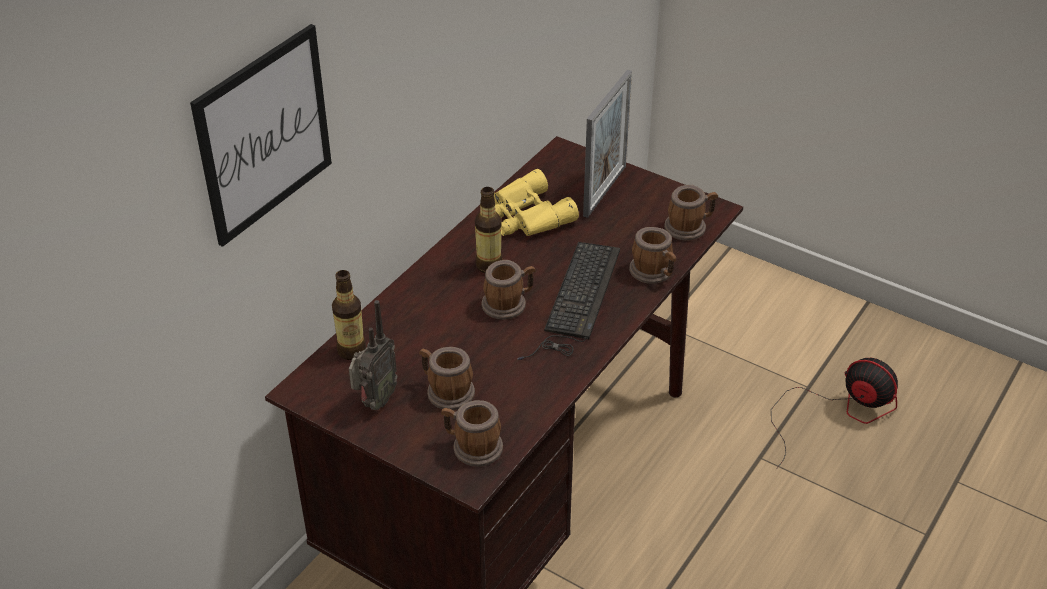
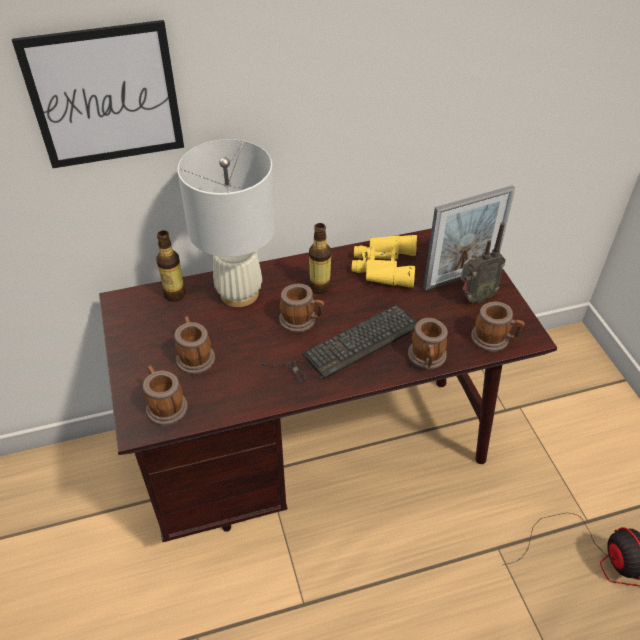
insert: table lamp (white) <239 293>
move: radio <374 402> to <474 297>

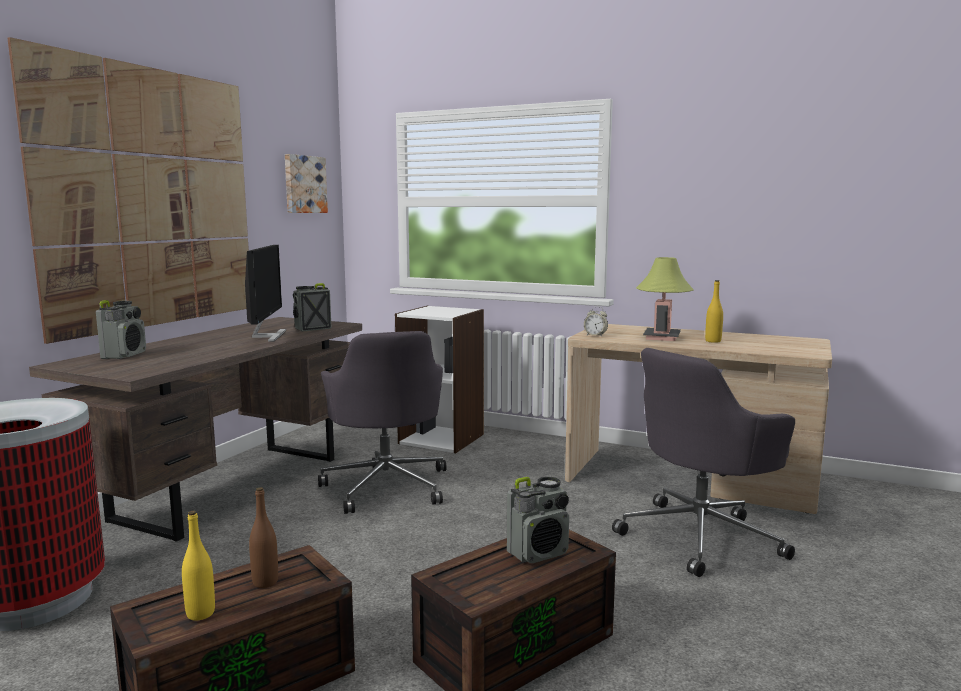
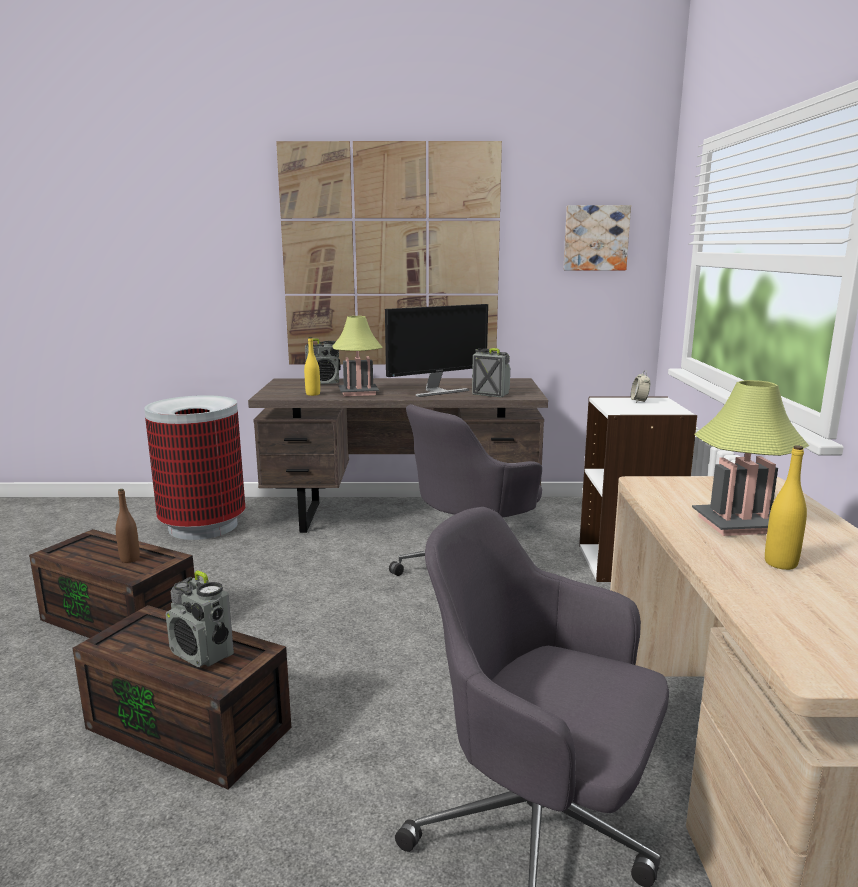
insert: table lamp <358 392>
move: bottle (yellow) <200 613> to <313 394>; alarm clock <595 335> to <639 401>

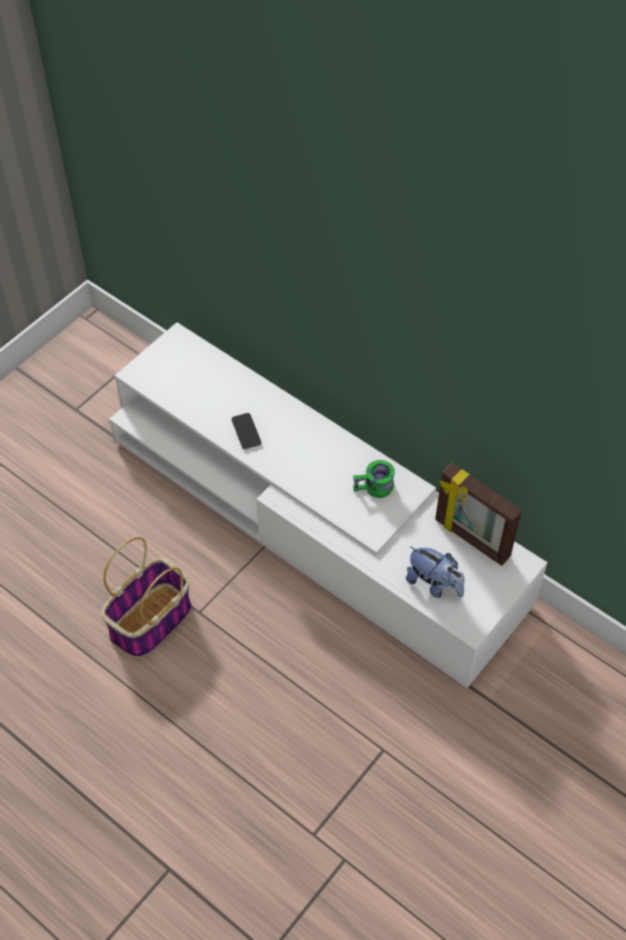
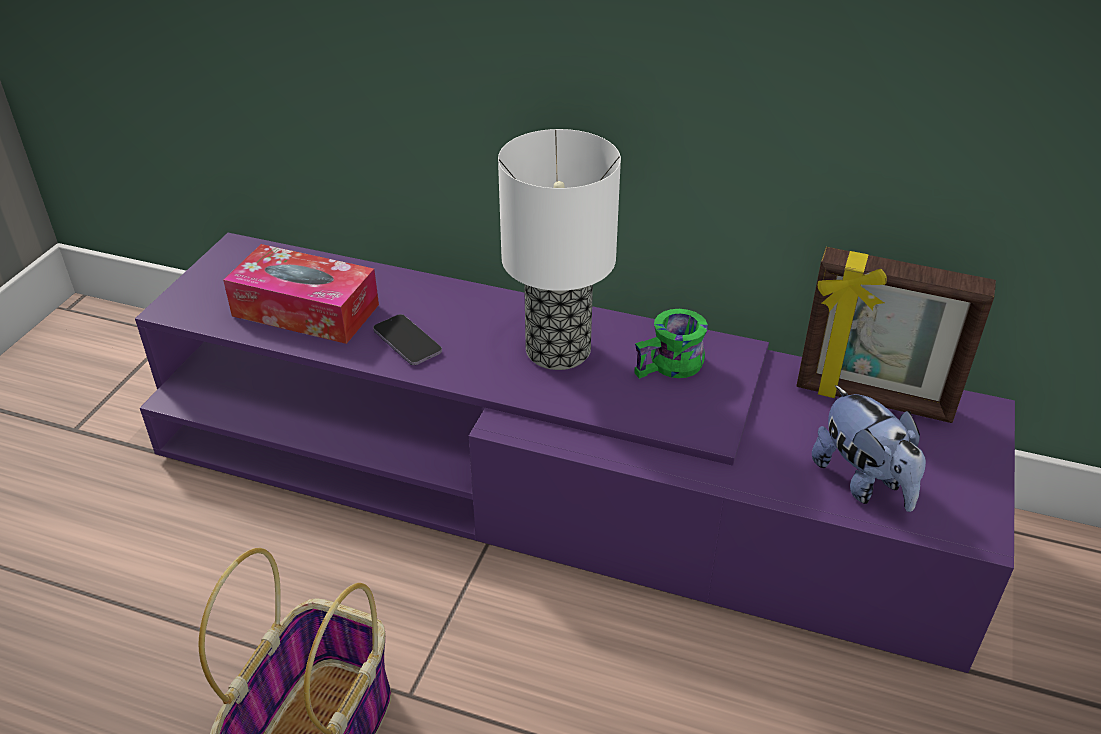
insert: tissue box <305 310>; table lamp <556 349>
recolor: tv stand (white) <313 519> to tv stand (purple) <550 483>
rotate: plush toy <434 584> = <863 482> 45 degrees clockwise

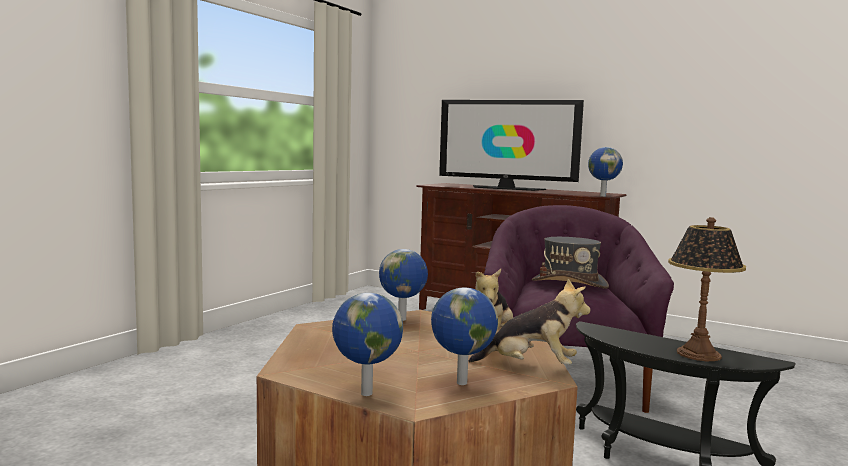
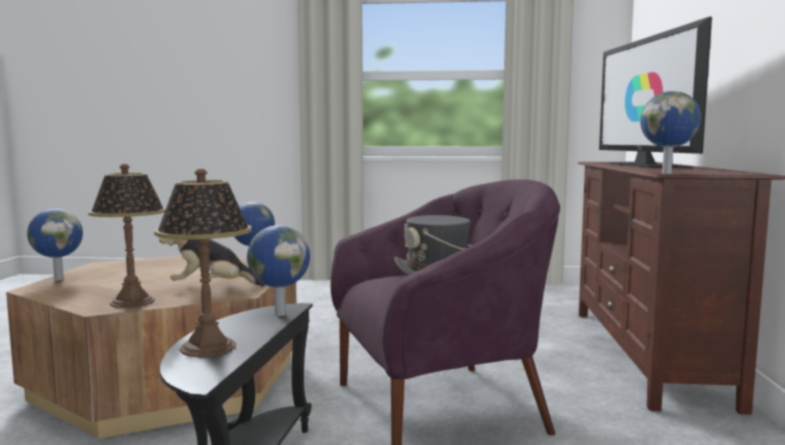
move: globe <460 383> to <279 314>
replace: plush toy <530 367> to table lamp <133 302>

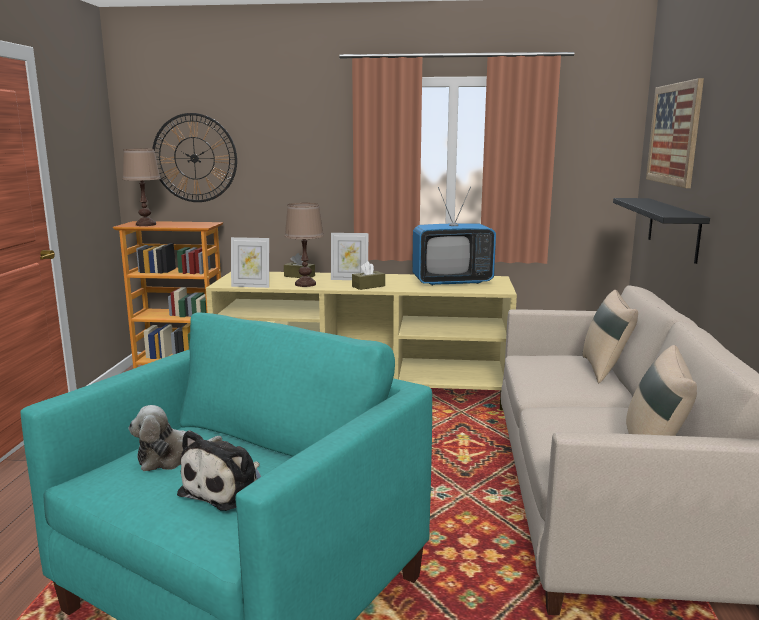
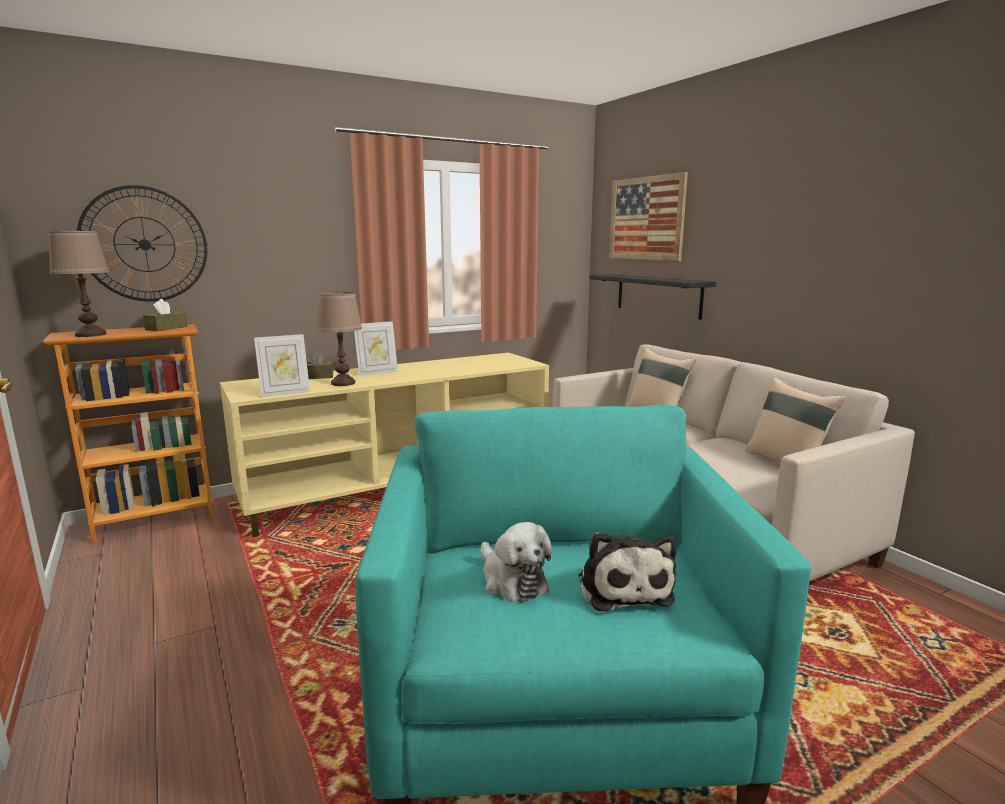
delete: television <452 282>
move: tissue box (brown) <368 286> to <166 328>
rotate: plush toy <172 457> = <511 581> 60 degrees counterclockwise

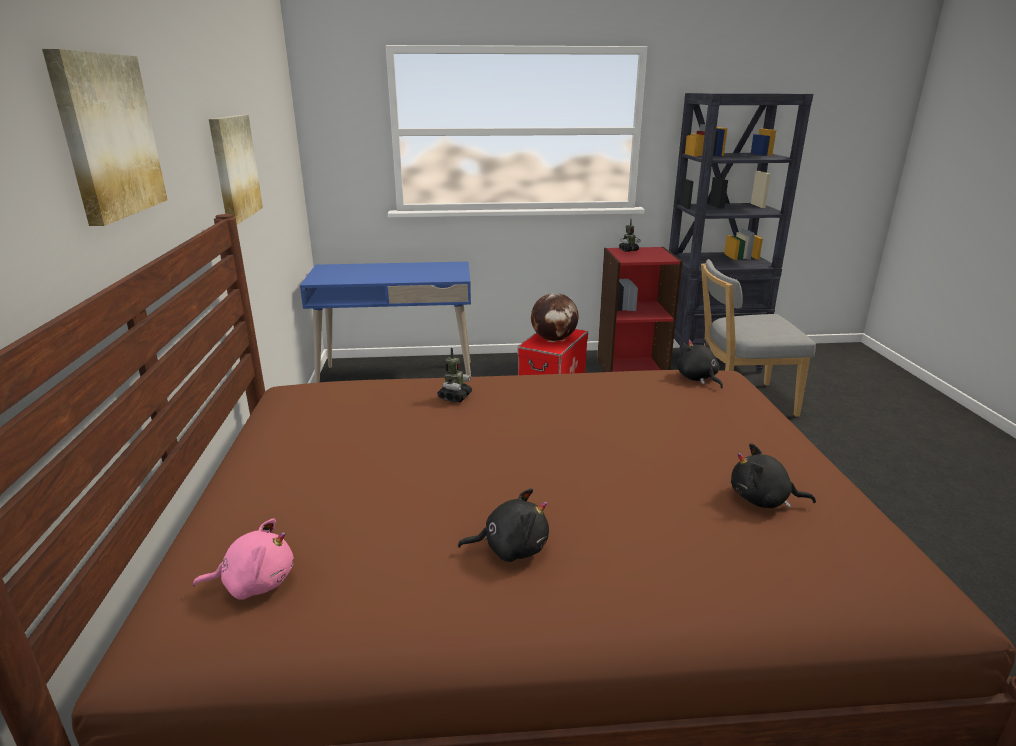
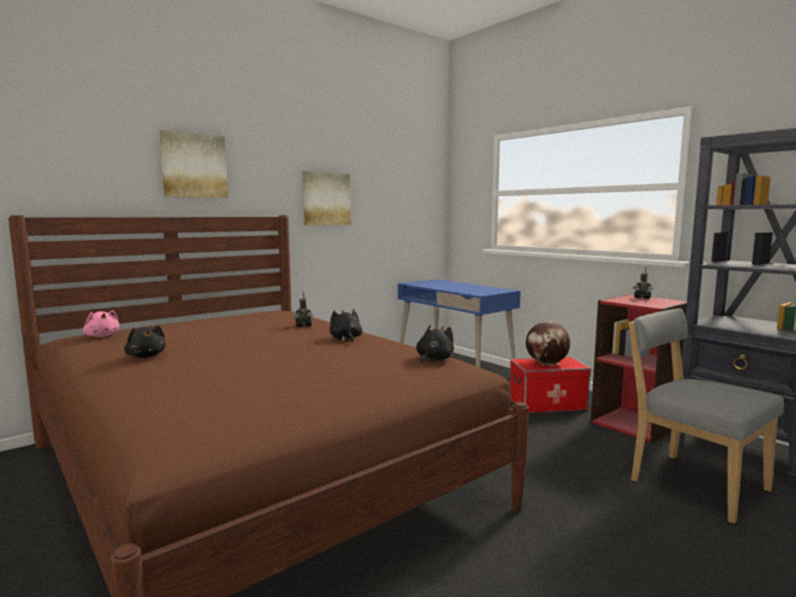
move: plush toy (black) <763 500> to <346 339>

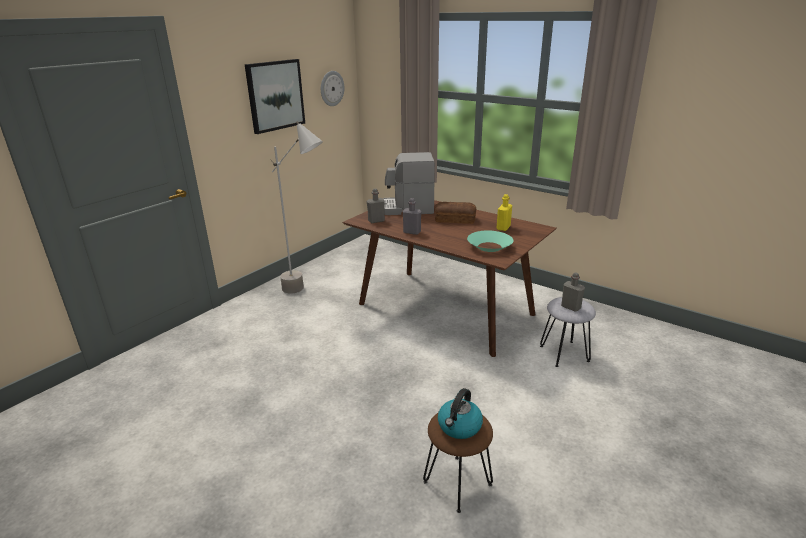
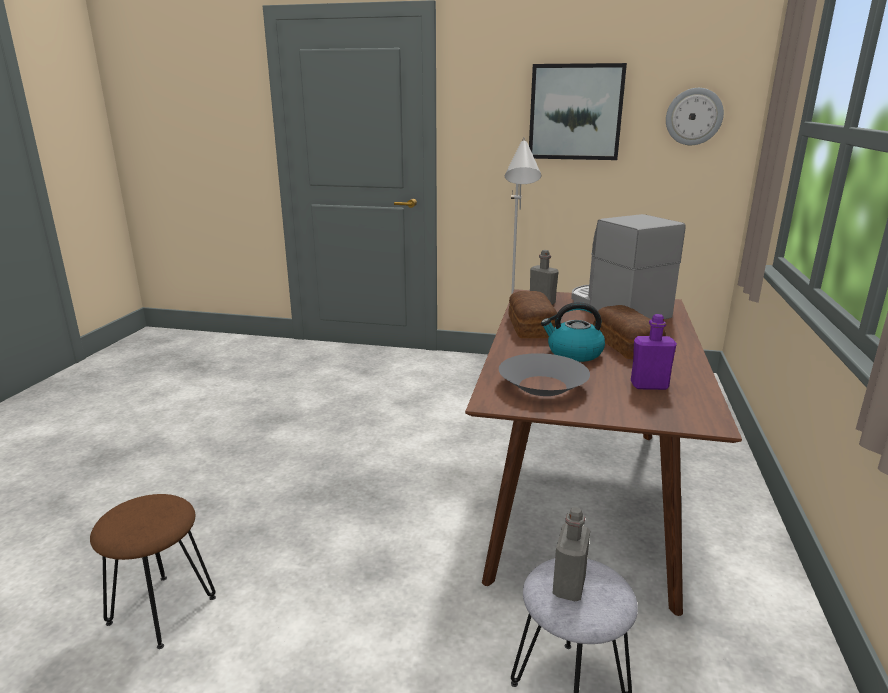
move: kettle <459 427> to <574 353>
replace: bottle (grey) <412 232> to bread <530 327>
recolor: bowl (turquoise) <489 247> to bowl (grey) <542 385>; bottle (yellow) <503 228> to bottle (purple) <649 385>

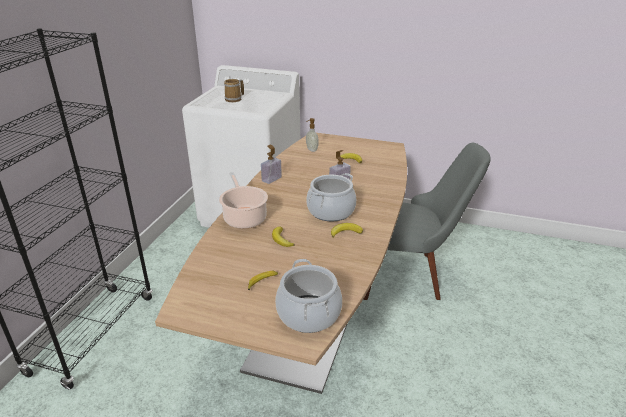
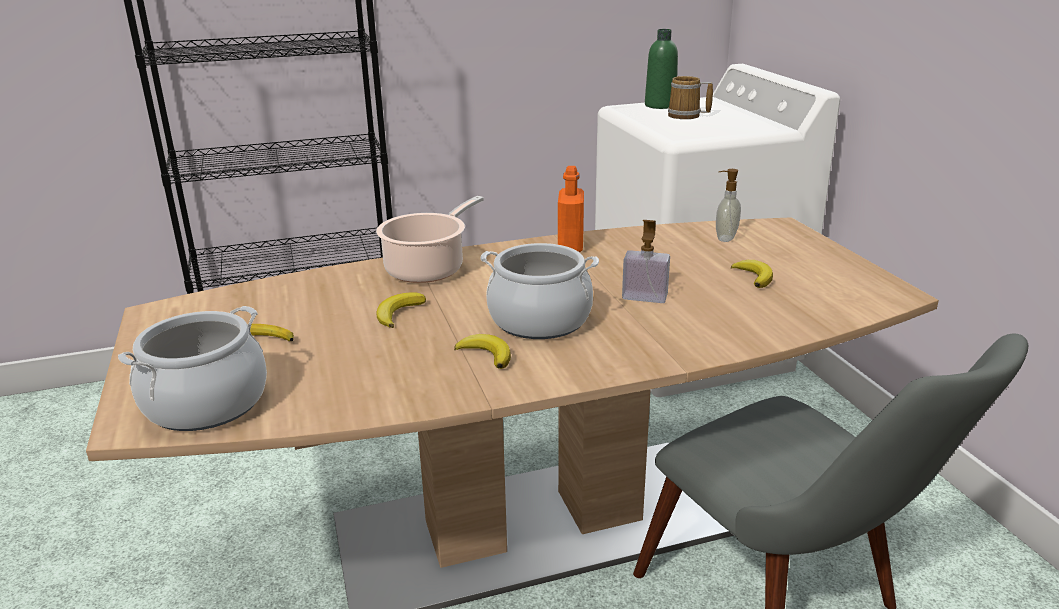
insert: bottle (green) <660 105>
replace: soap dispenser <271 179> to bottle (orange) <570 246>

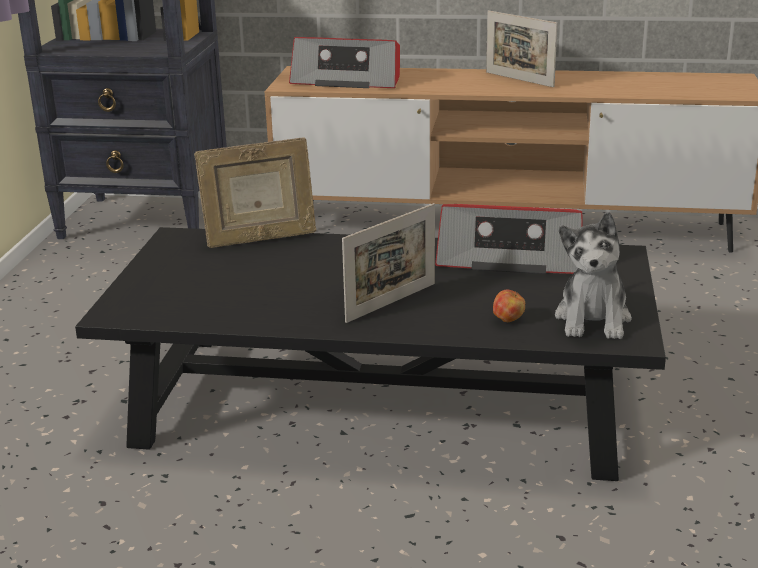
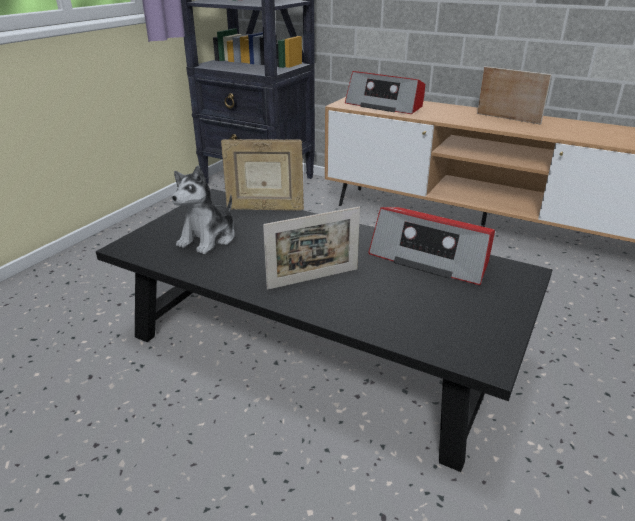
delete: apple <508 319>
move: plush toy <593 319> to <209 239>
rotate: picture frame <519 79> = <508 118> 150 degrees clockwise

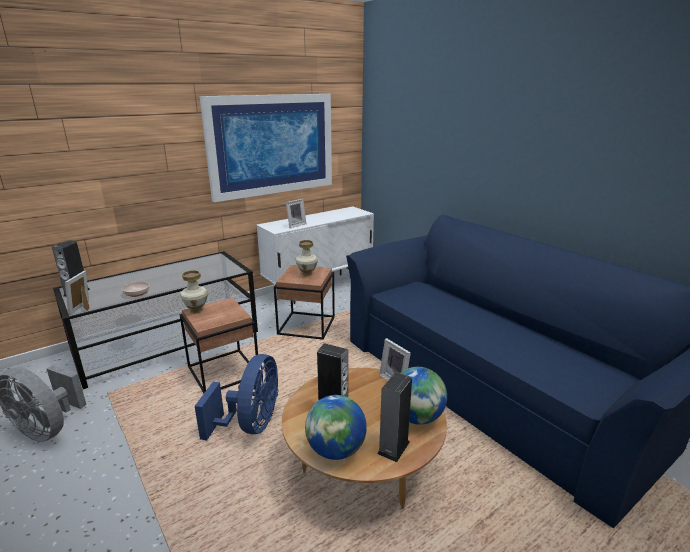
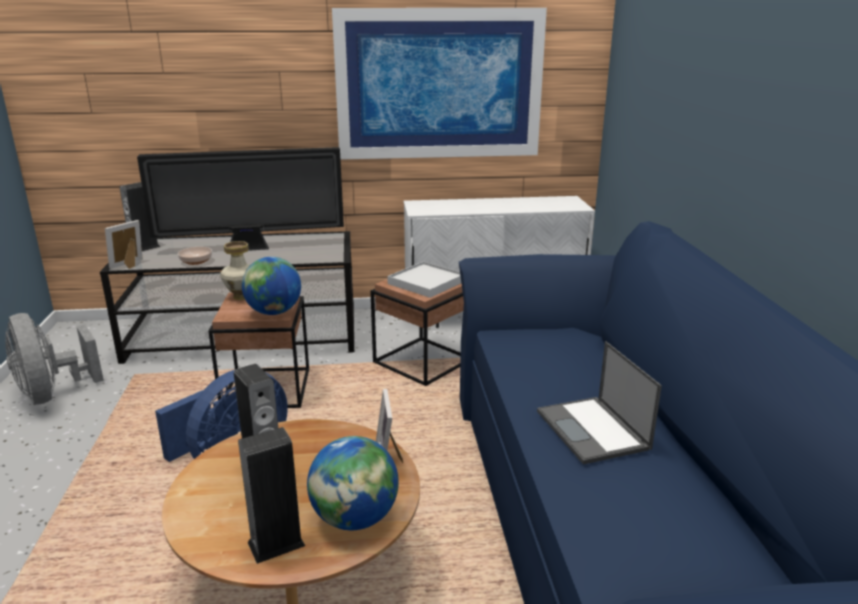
delete: picture frame <295 225>
insert: television <251 248>; laptop <593 430>
move: globe <336 450> to <274 312>
replace: vase <307 274> to tray (white) <426 282>

